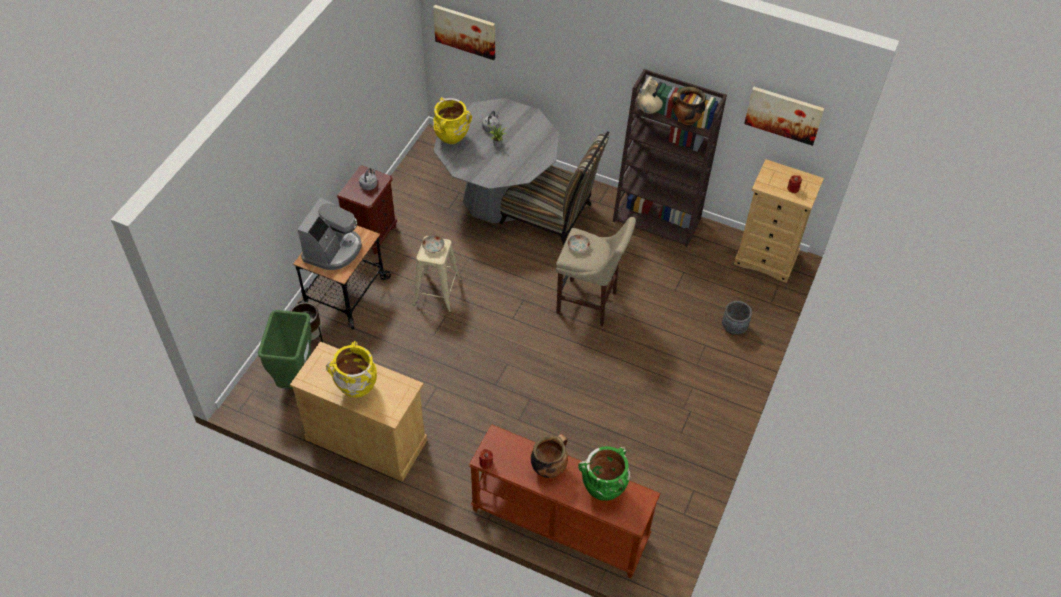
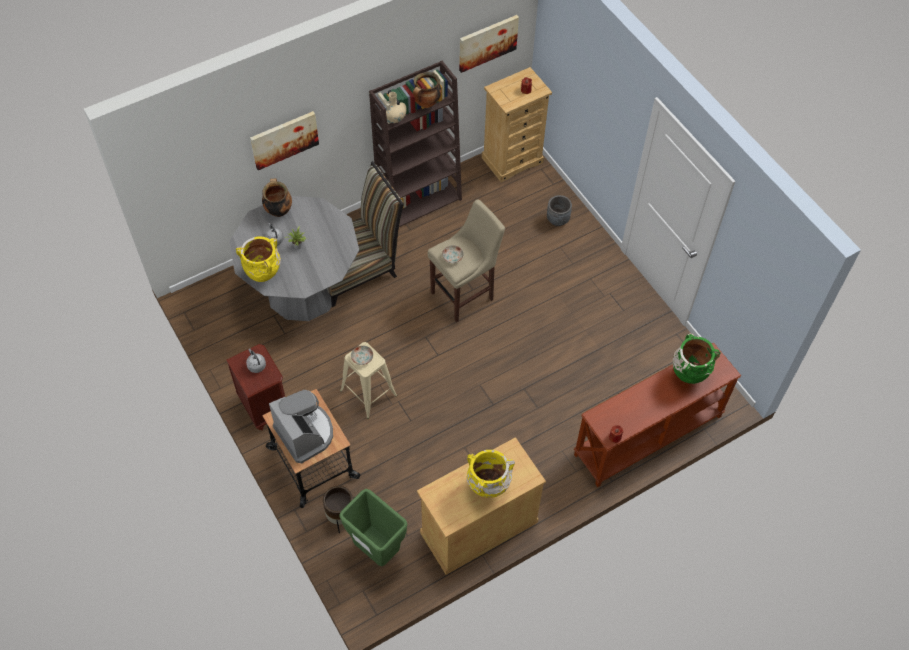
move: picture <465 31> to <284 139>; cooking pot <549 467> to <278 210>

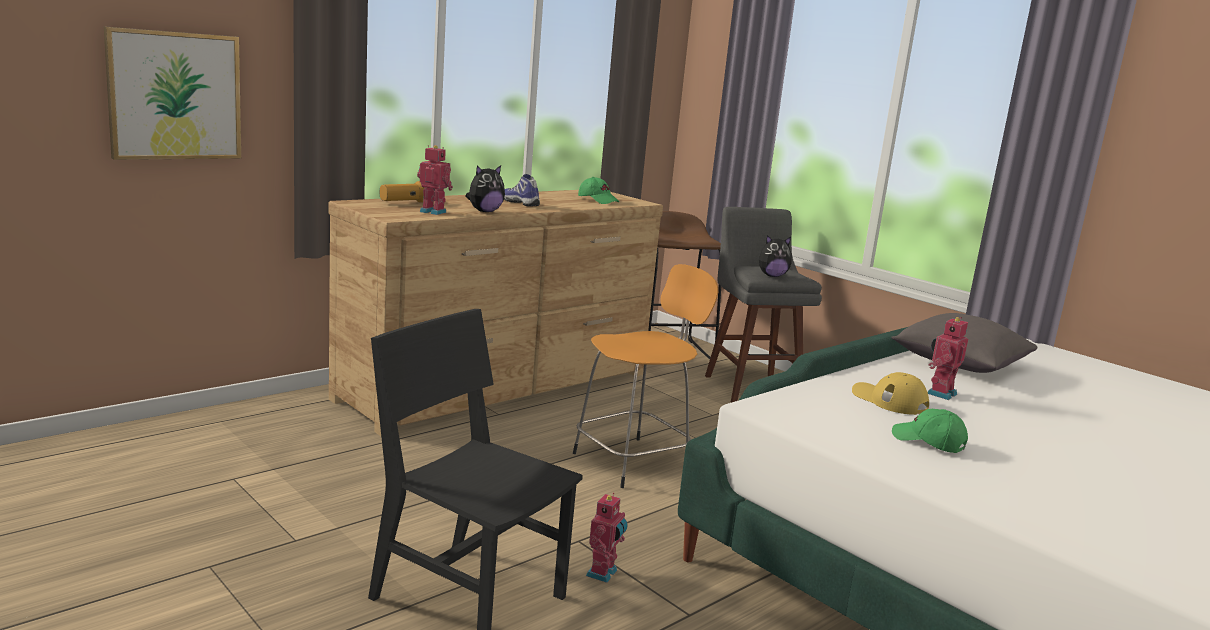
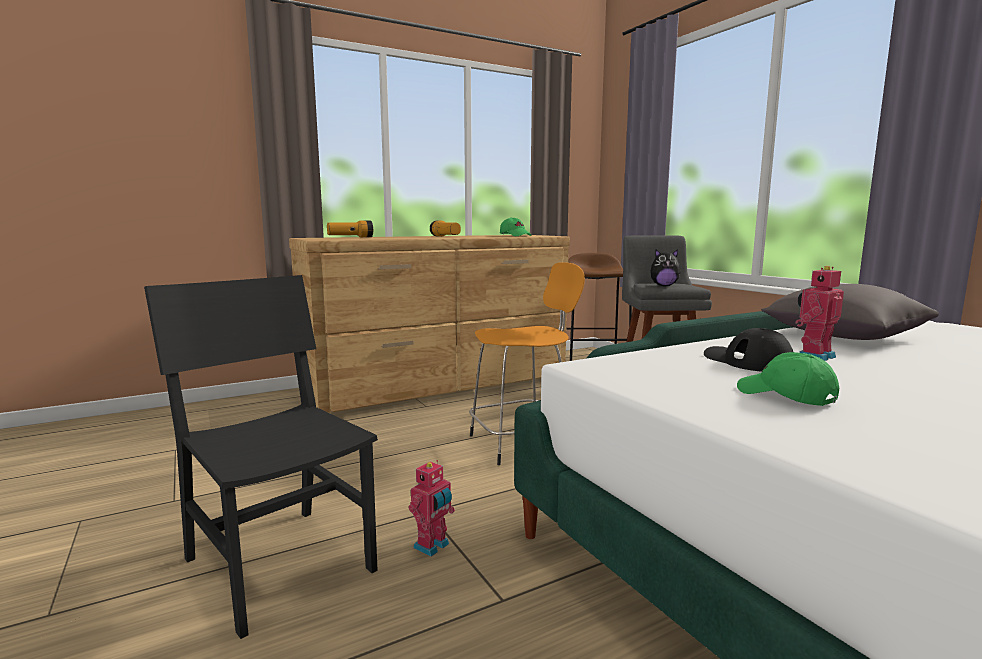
delete: picture <175 95>; toy robot <434 212>; plush toy <484 211>
replace: shoe <521 203> to flashlight <445 236>
recolor: cap (yellow) <889 400> to cap (black) <747 361>

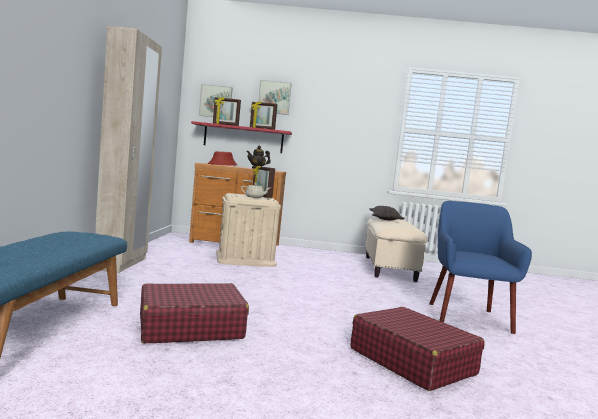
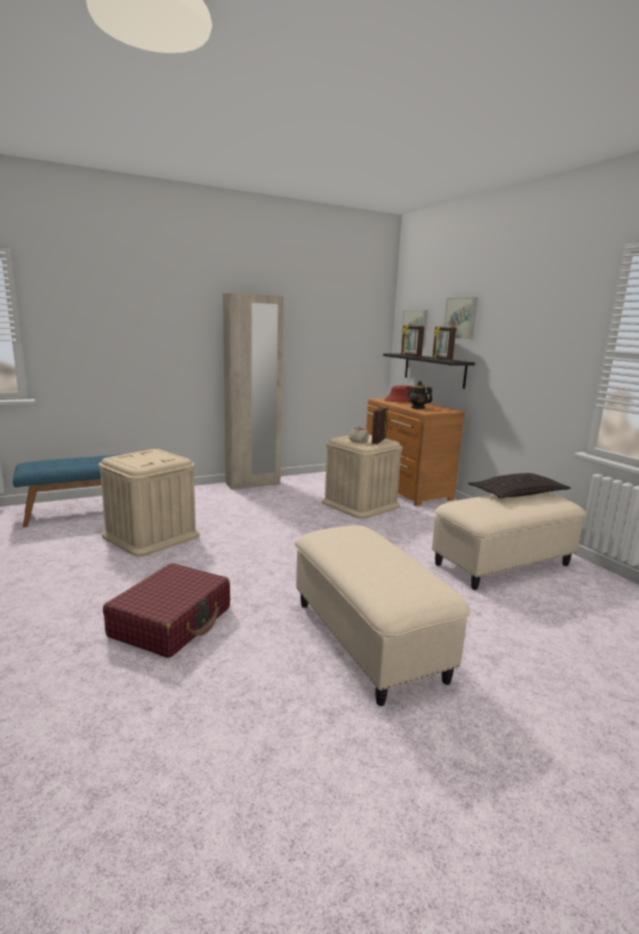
replace: suitcase (red) <190 327> to storage box (beige) <151 535>; armchair (blue) <467 317> to ottoman (beige) <369 639>
recolor: shelf (red) <243 138> to shelf (black) <434 370>

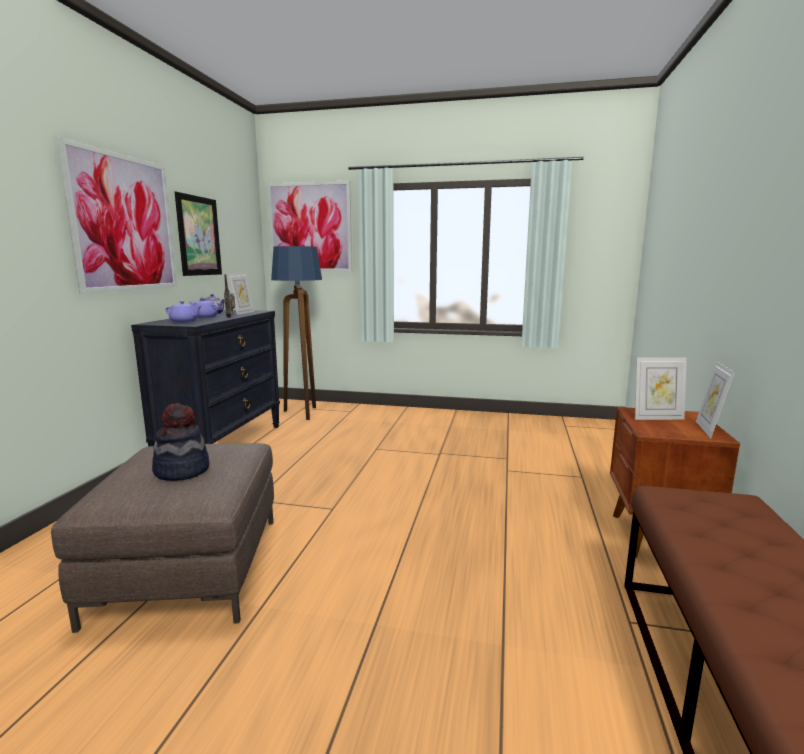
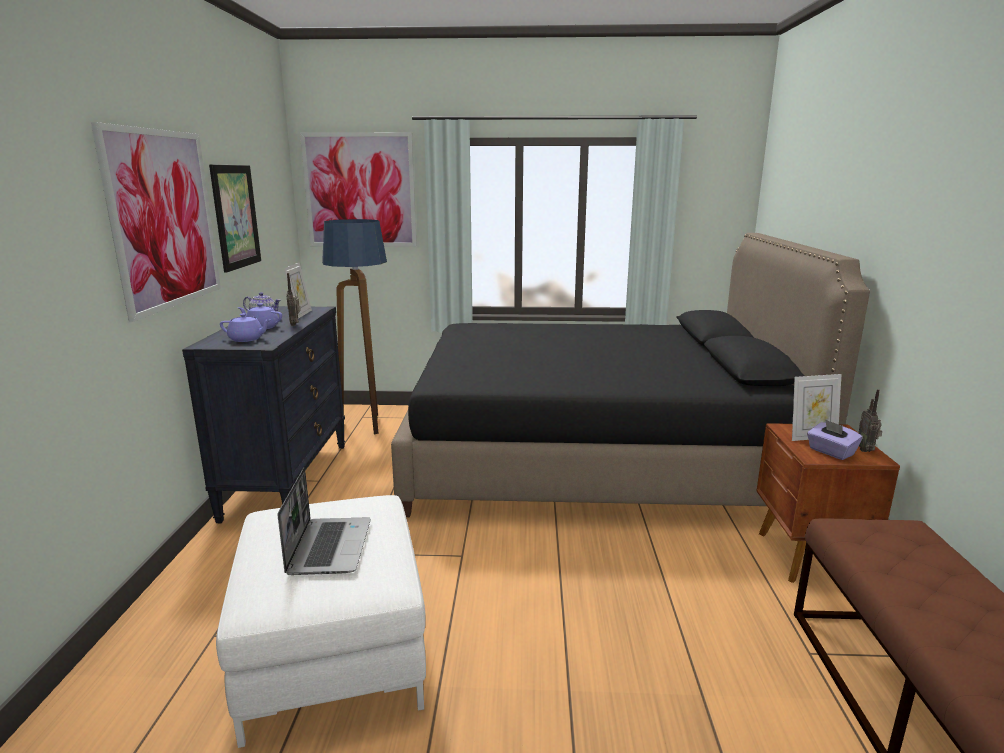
insert: bed (black) <593 457>; tissue box (purple) <830 452>
replace: hat <182 470> to laptop <329 546>; picture frame <709 430> to radio <866 450>
recolor: ottoman (brown) <190 567> to ottoman (white) <333 649>

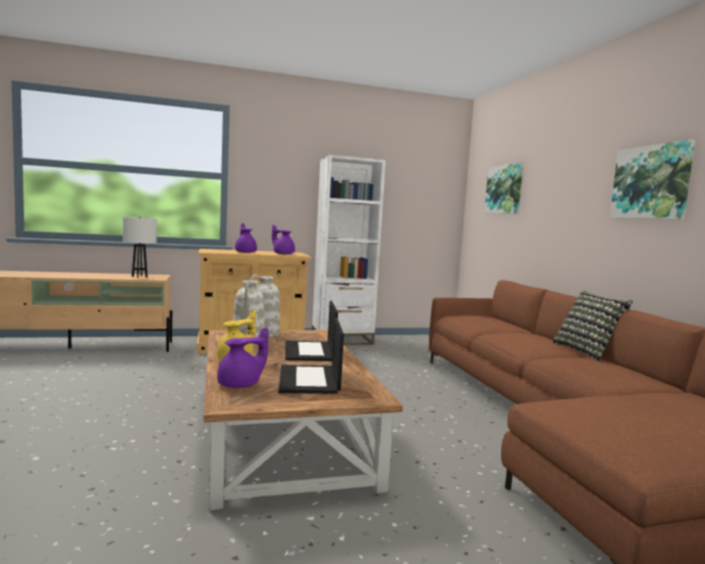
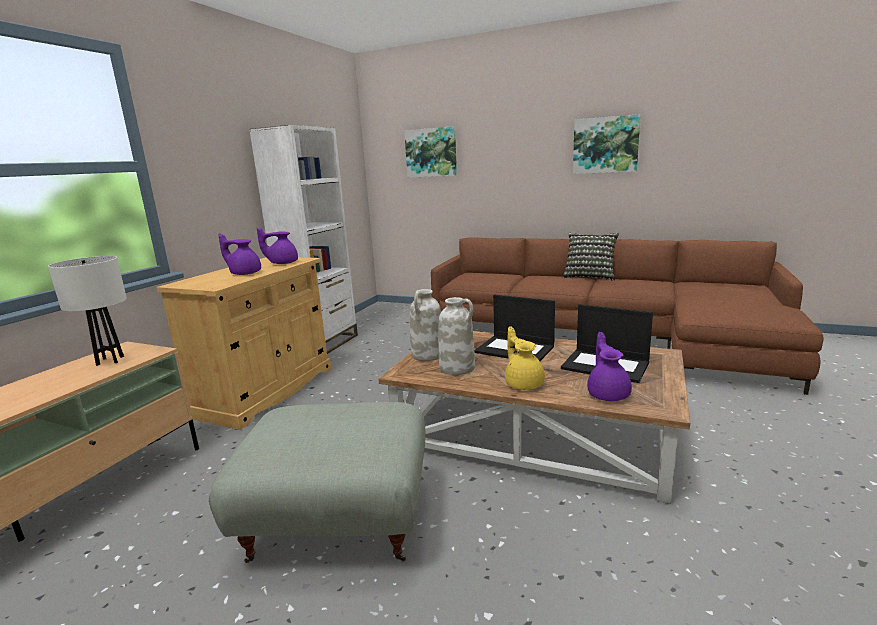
insert: ottoman (grey) <337 524>

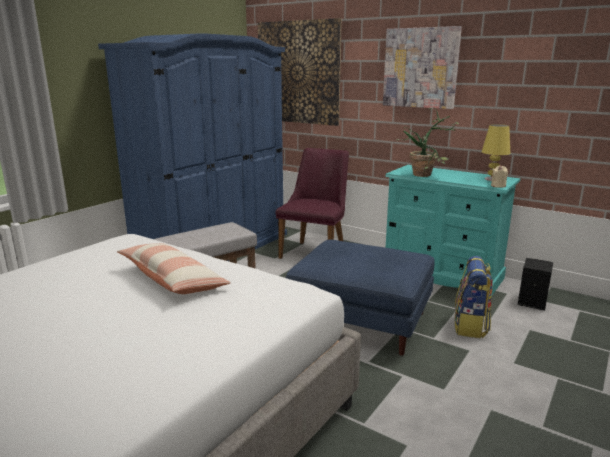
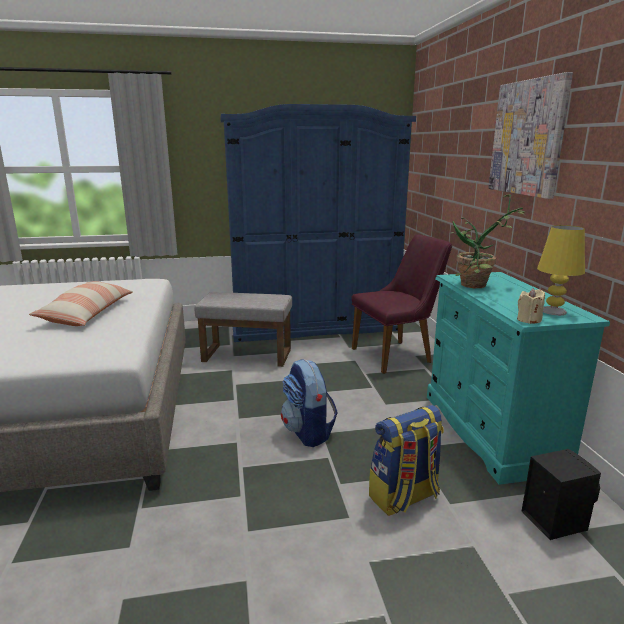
delete: picture <298 73>
replace: ottoman (blue) <362 321> to backpack <308 432>

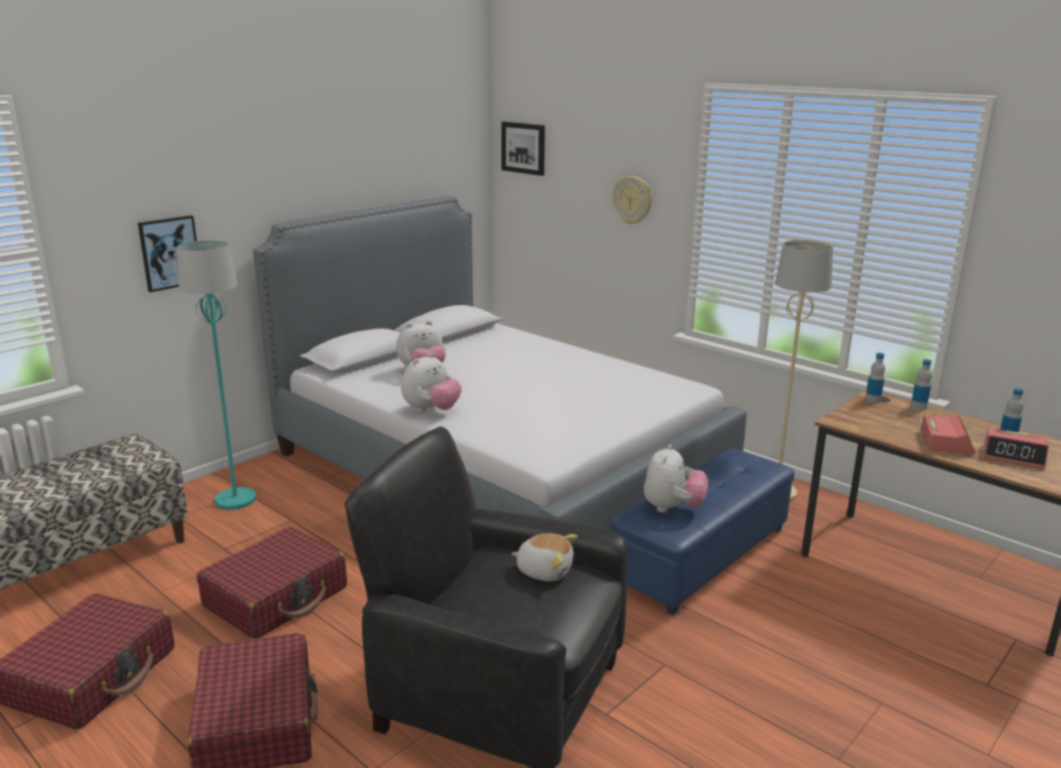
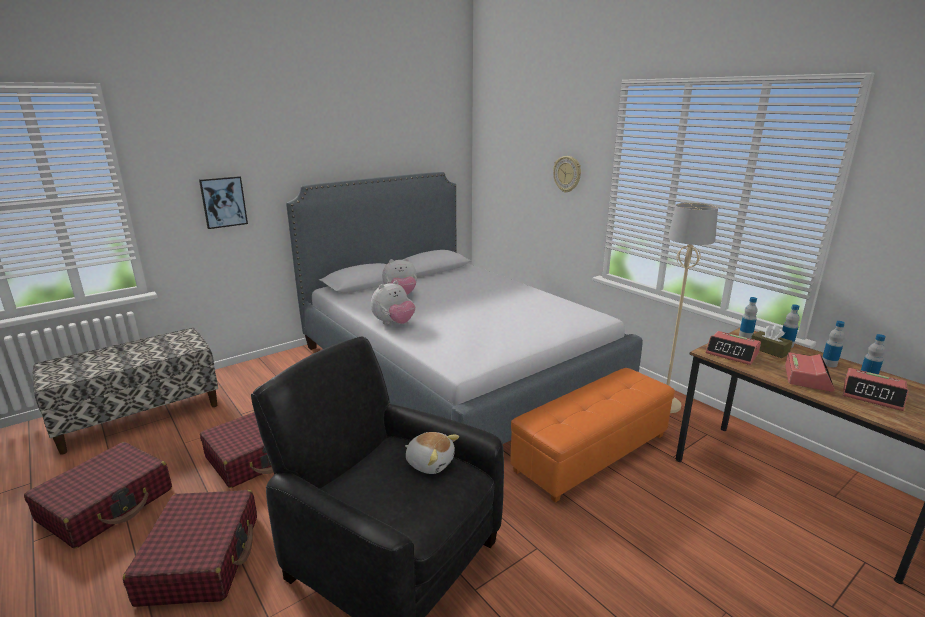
delete: floor lamp (turquoise) <236 499>; picture <524 148>; plush toy <672 508>
insert: alarm clock <732 354>; tissue box (brown) <769 350>; bottle <829 364>
recolor: ottoman (blue) <701 555> to ottoman (orange) <591 452>

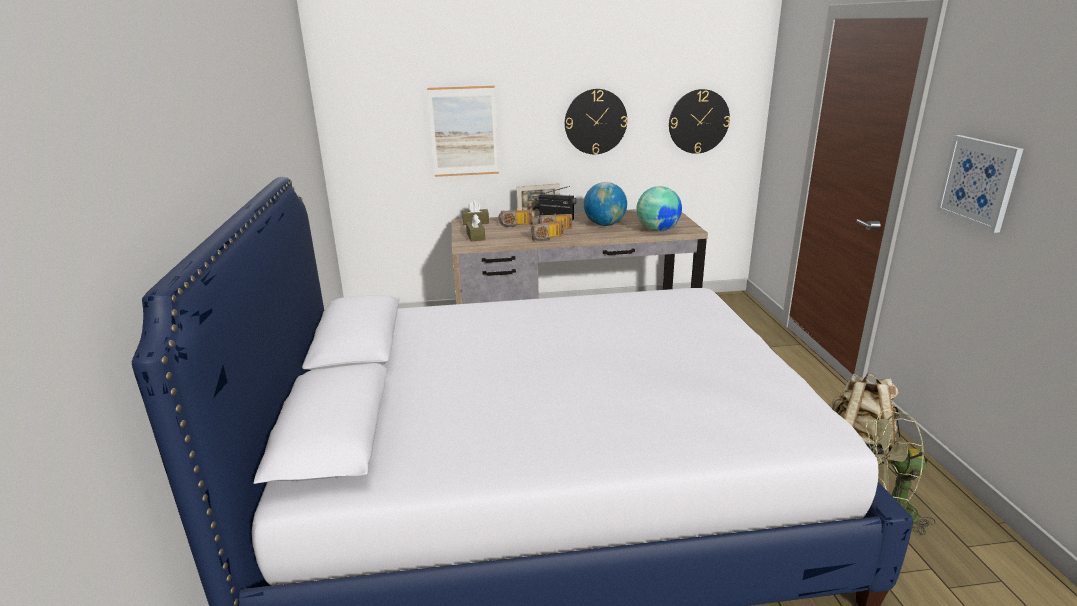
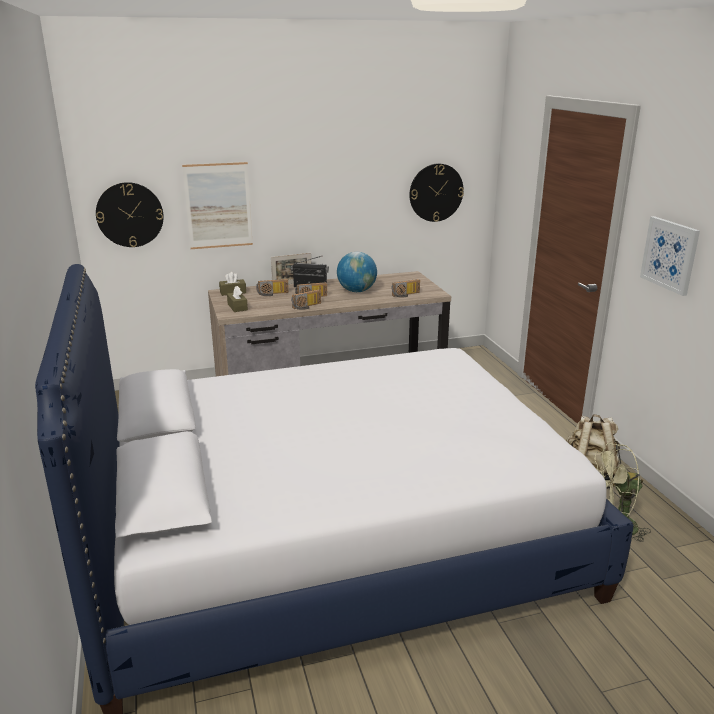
move: wall clock <595 121> to <130 215>
replace: globe <657 230> to radio <406 295>

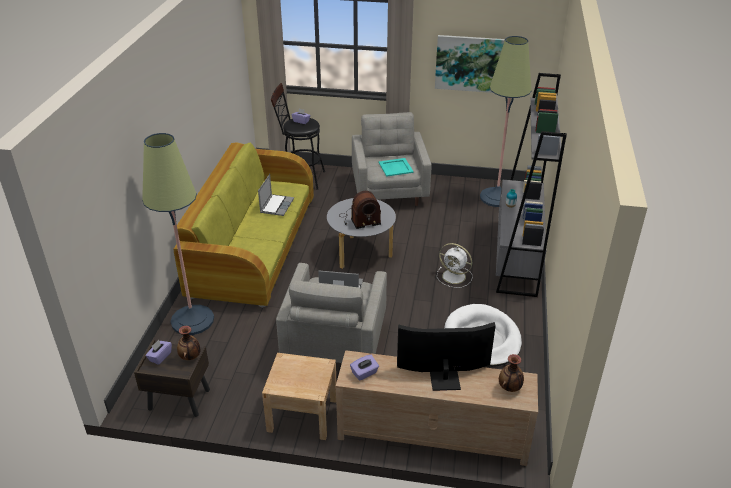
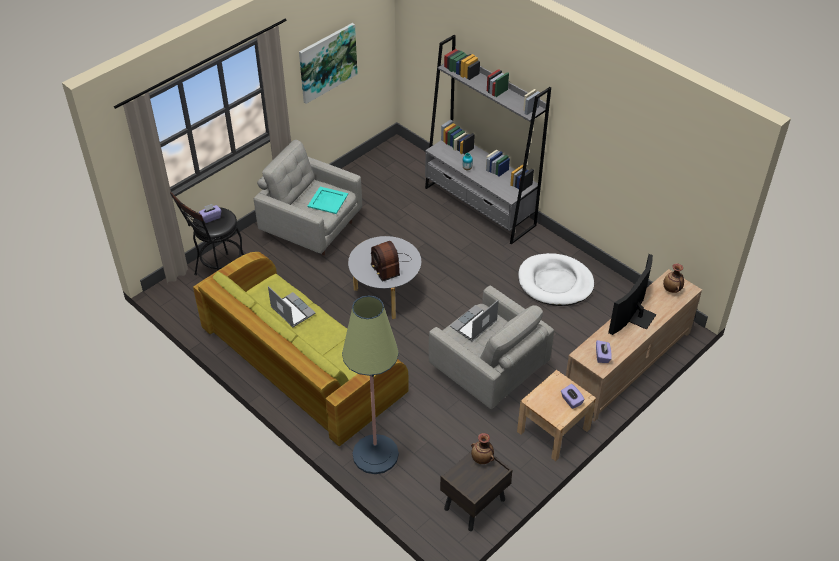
delete: fan (white) <455 277>; floor lamp <496 197>
move: tissue box (purple) <160 357> to <571 401>
rotate: radio <359 219> = <389 265> 135 degrees clockwise

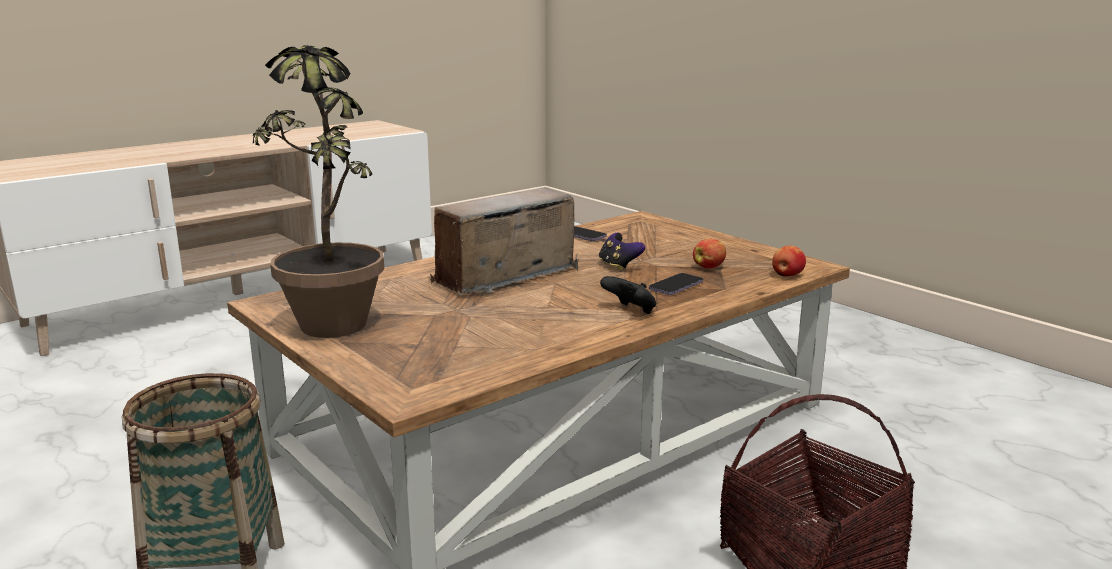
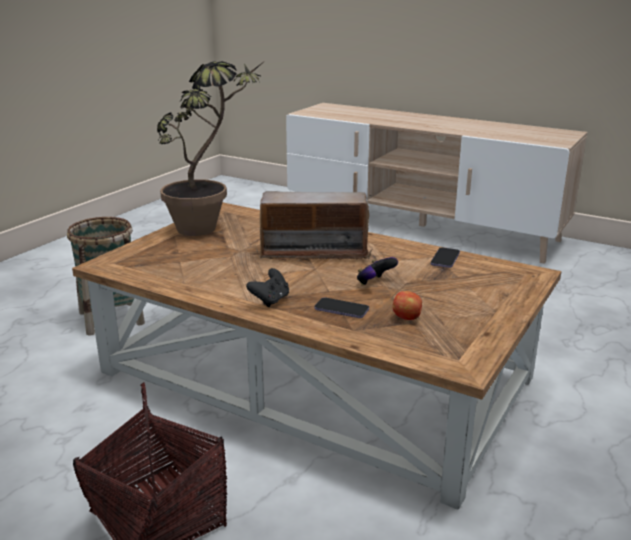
delete: apple <787 276>
rotate: radio <506 277> = <314 252> 150 degrees clockwise

